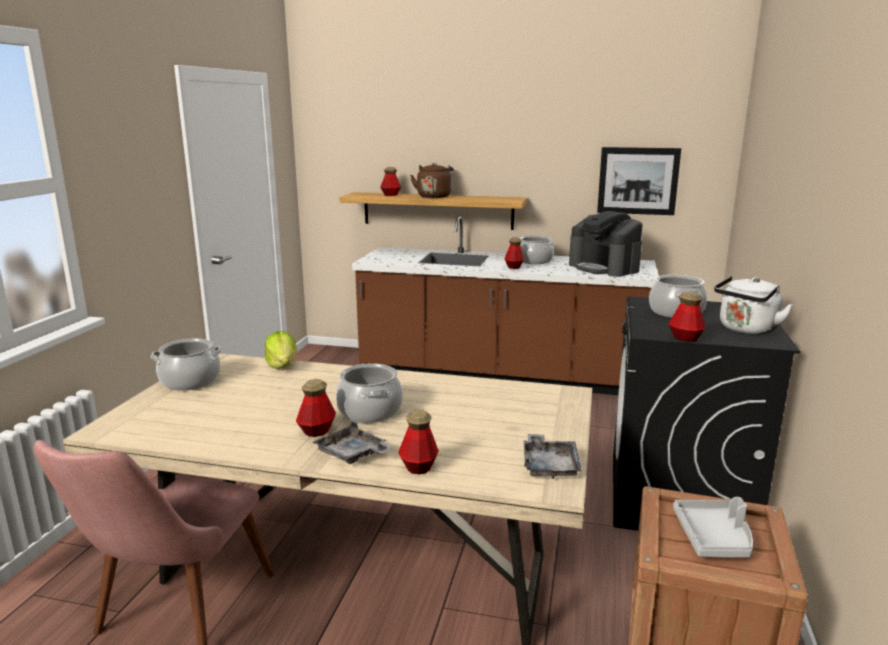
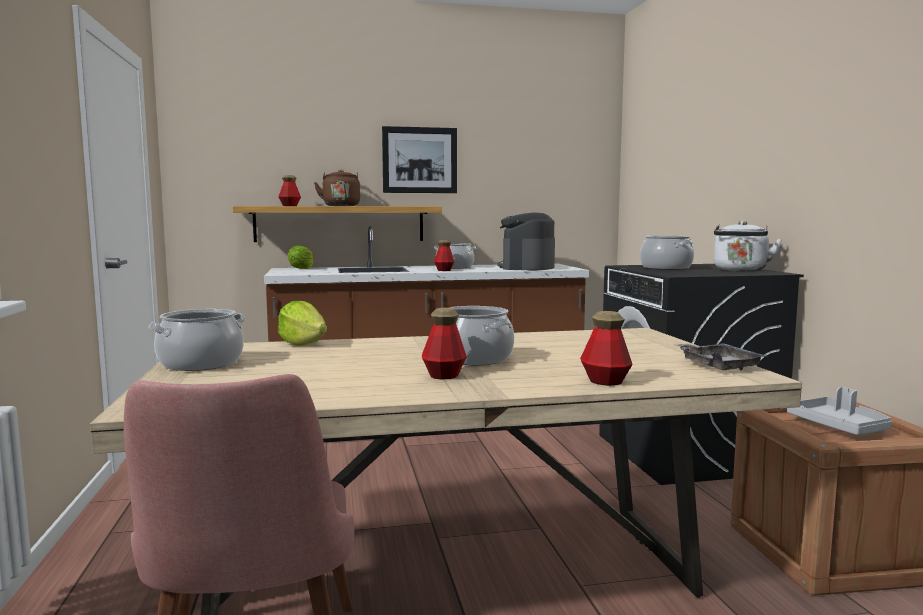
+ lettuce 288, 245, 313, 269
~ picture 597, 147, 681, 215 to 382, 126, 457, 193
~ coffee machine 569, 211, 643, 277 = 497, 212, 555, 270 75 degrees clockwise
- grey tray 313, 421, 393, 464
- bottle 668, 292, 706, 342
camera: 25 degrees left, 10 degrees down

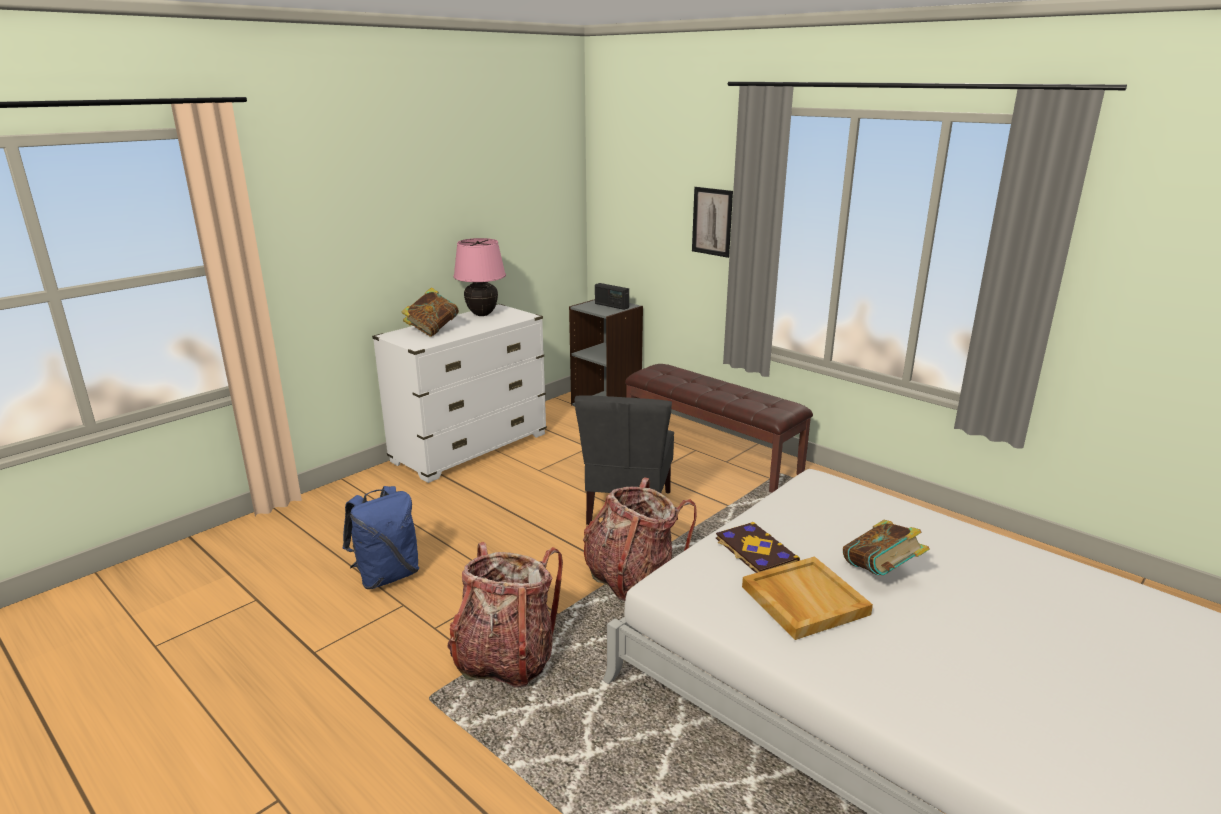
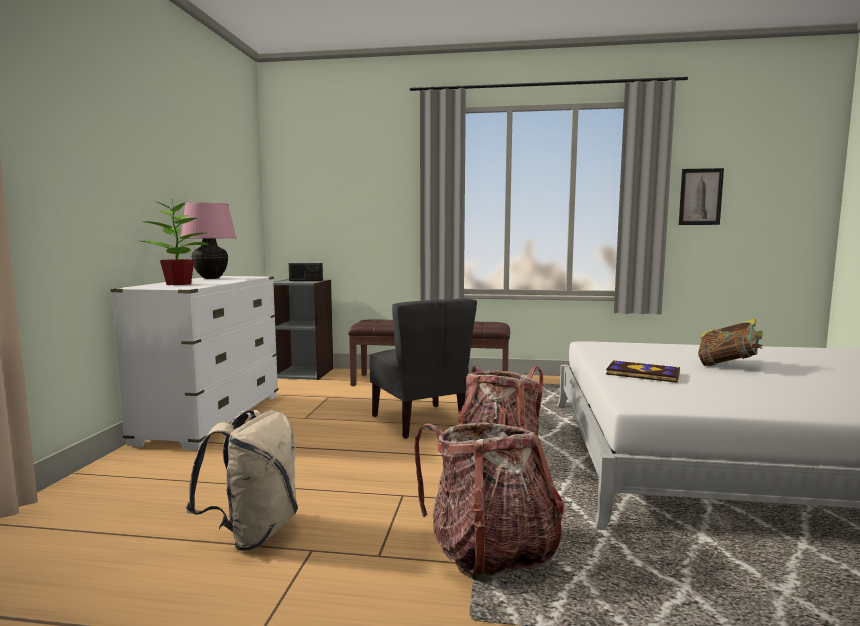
~ book 401, 287, 459, 337 to potted plant 142, 197, 209, 285
~ blue backpack 343, 486, 419, 589 to beige backpack 186, 410, 298, 551
~ picture 692, 187, 733, 258 to 679, 168, 724, 225
- beige tray 742, 557, 873, 640
camera: 35 degrees left, 15 degrees down

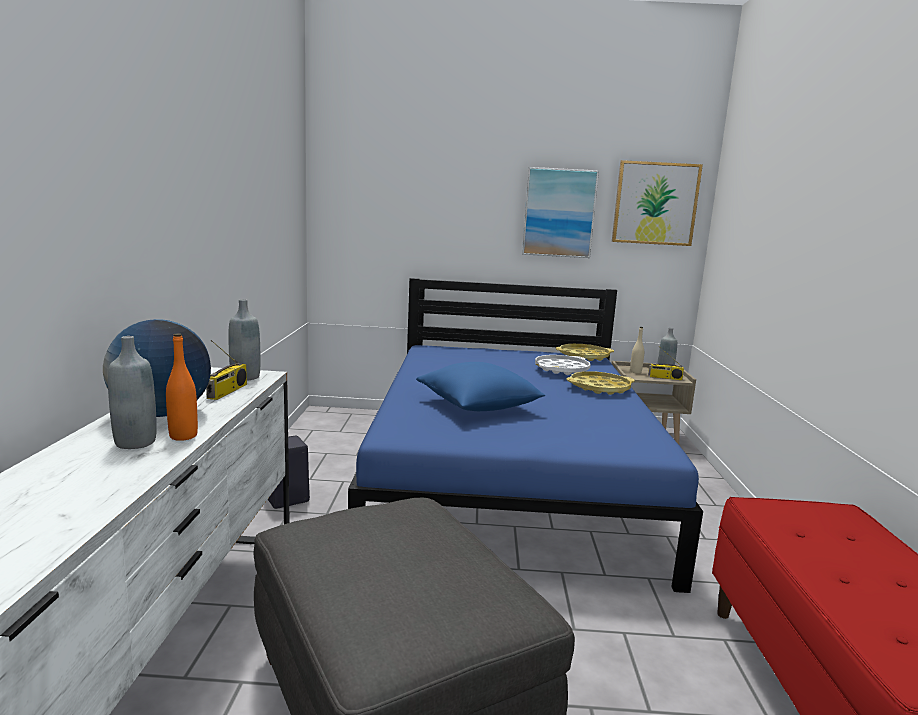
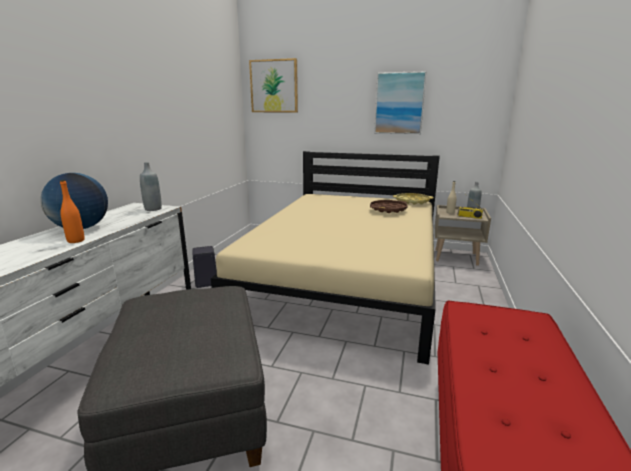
~ blue bed 348, 278, 703, 593 to beige bed 211, 151, 440, 365
~ picture 612, 160, 703, 246 to 249, 58, 298, 112
~ white tray 535, 355, 591, 375 to brown tray 370, 200, 408, 213
- grey bottle 108, 336, 157, 449
- radio 206, 340, 247, 400
- blue pillow 416, 362, 545, 411
- yellow tray 566, 371, 635, 395
camera: 15 degrees right, 5 degrees up

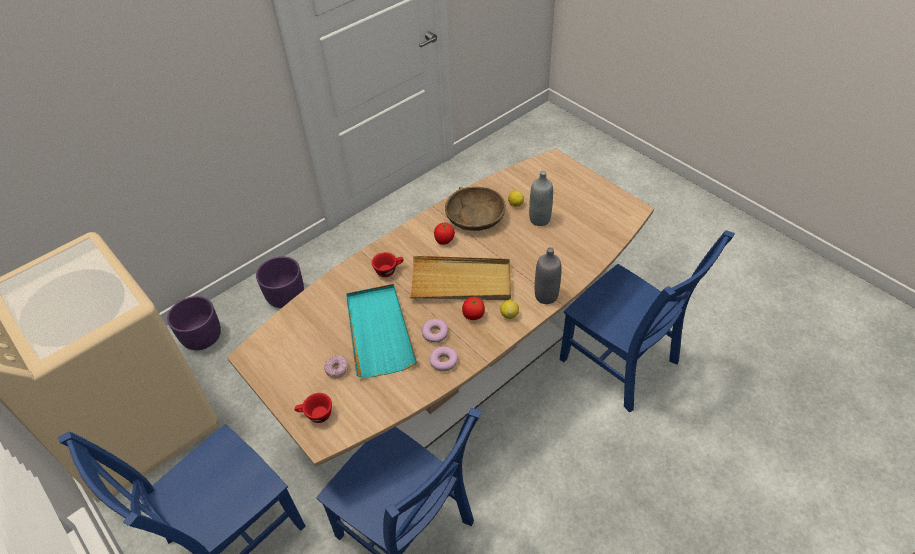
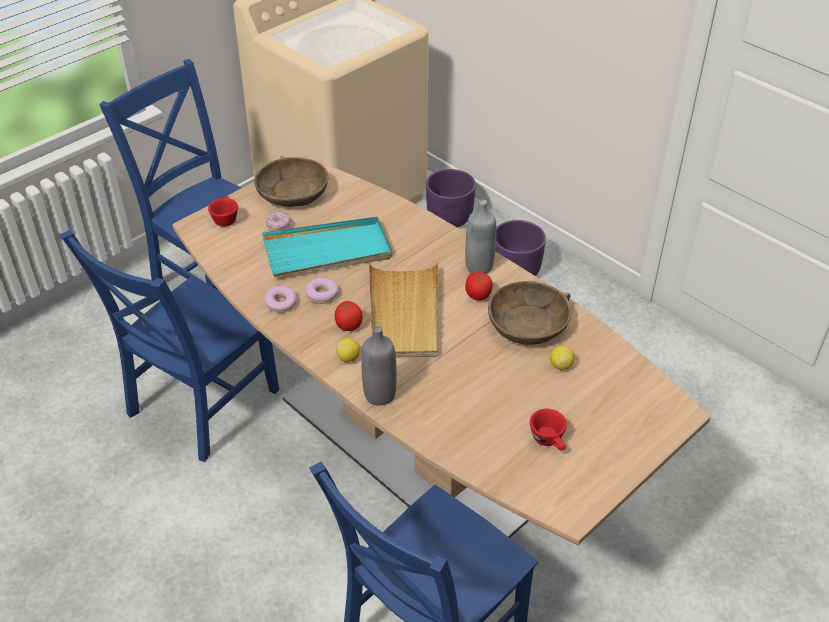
+ brown bowl 254, 156, 328, 207
~ grey bottle 529, 171, 553, 226 to 465, 200, 496, 274
~ red cup 372, 252, 404, 277 to 530, 409, 567, 450
camera: 85 degrees right, 5 degrees down

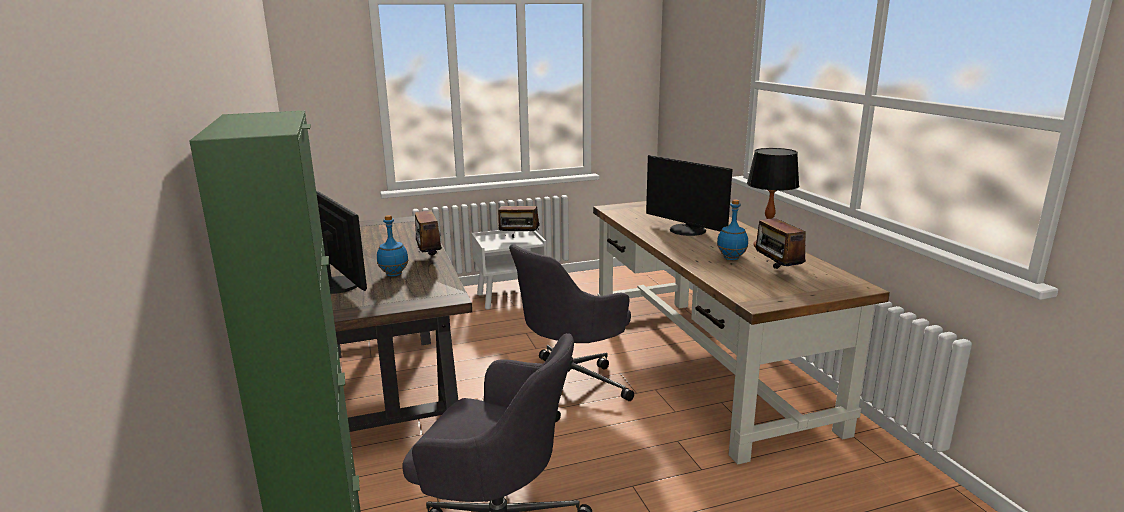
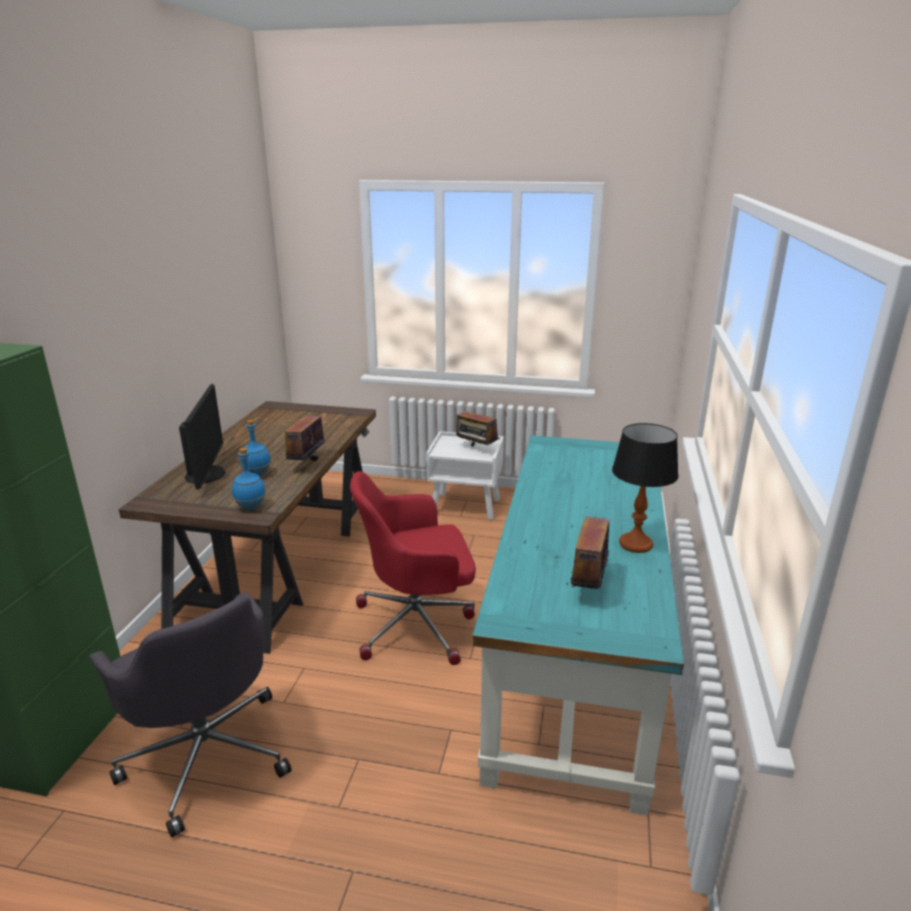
~ blue bottle 717, 200, 748, 260 to 232, 448, 266, 510
~ grey office chair 509, 244, 634, 422 to red office chair 350, 471, 476, 665
~ brown desk 593, 201, 890, 465 to turquoise desk 472, 435, 684, 815
- monitor 646, 155, 733, 236
camera: 30 degrees right, 5 degrees up

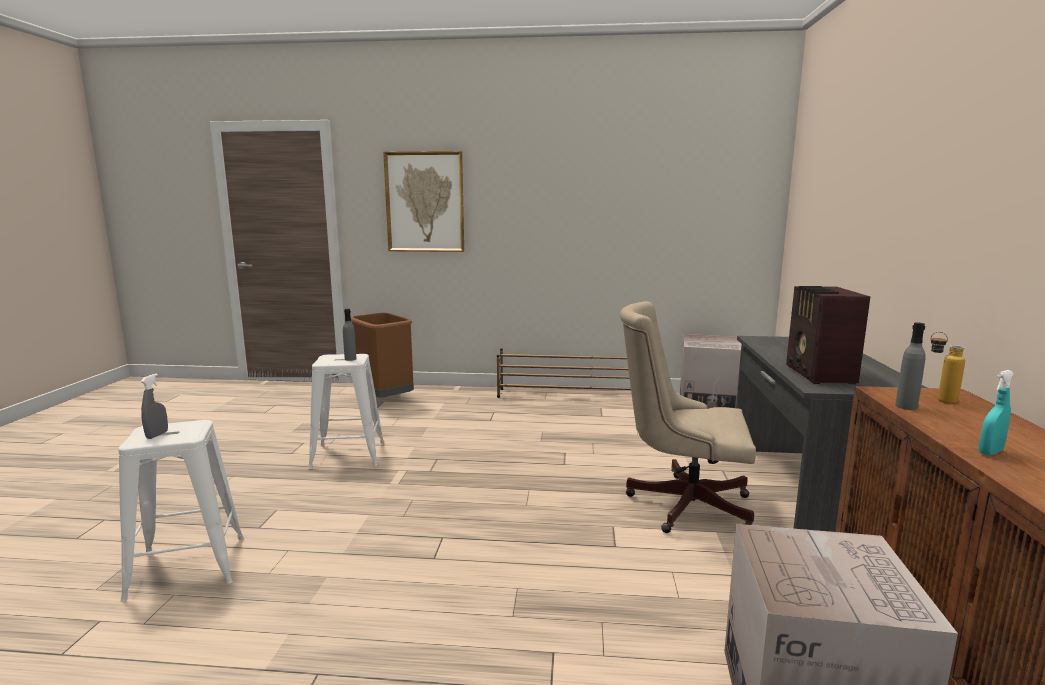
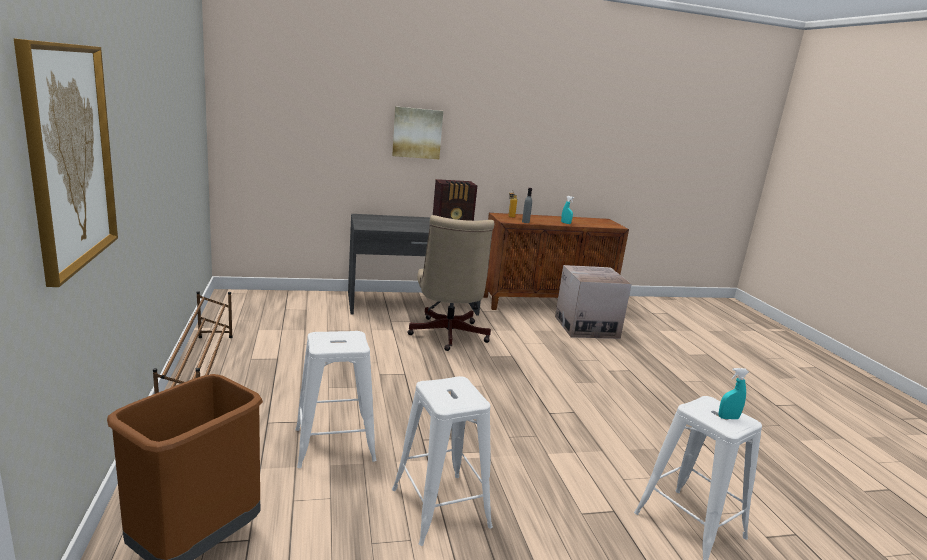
+ white stool 295, 331, 376, 468
+ picture 392, 106, 443, 159
~ grey spray bottle 140, 373, 168, 439 to turquoise spray bottle 719, 368, 749, 419
- grey bottle 343, 309, 357, 361
- cardboard box 680, 334, 741, 409
camera: 110 degrees left, 5 degrees up

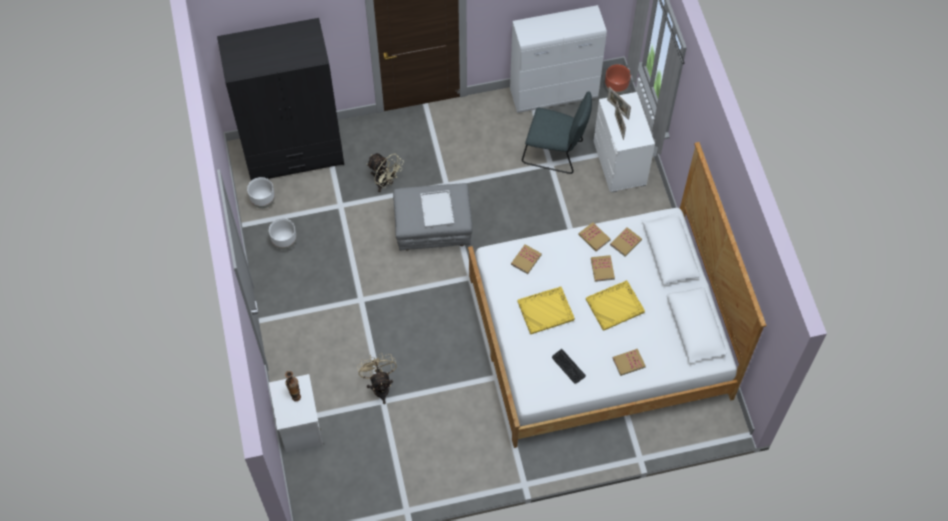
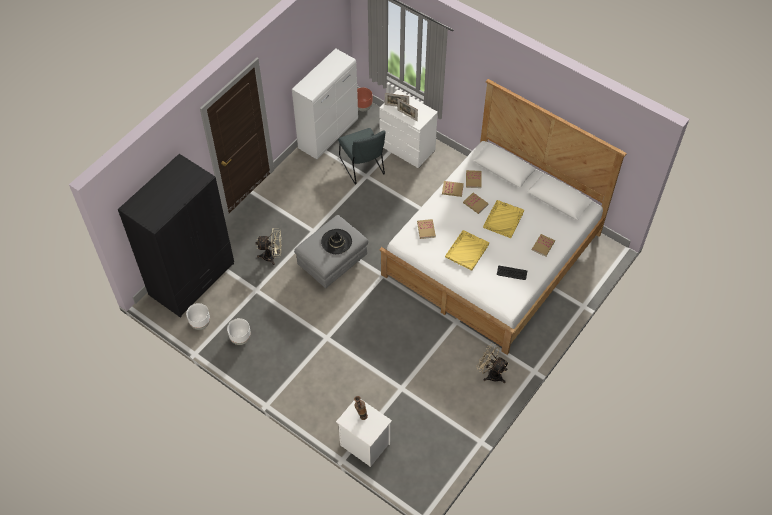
~ white tray 420, 190, 454, 228 to black hat 321, 229, 352, 254
~ grey chair 522, 91, 592, 174 = 338, 128, 386, 184 90 degrees clockwise
~ beige fan 357, 353, 397, 404 to 476, 343, 509, 383
camera: 40 degrees left, 5 degrees down

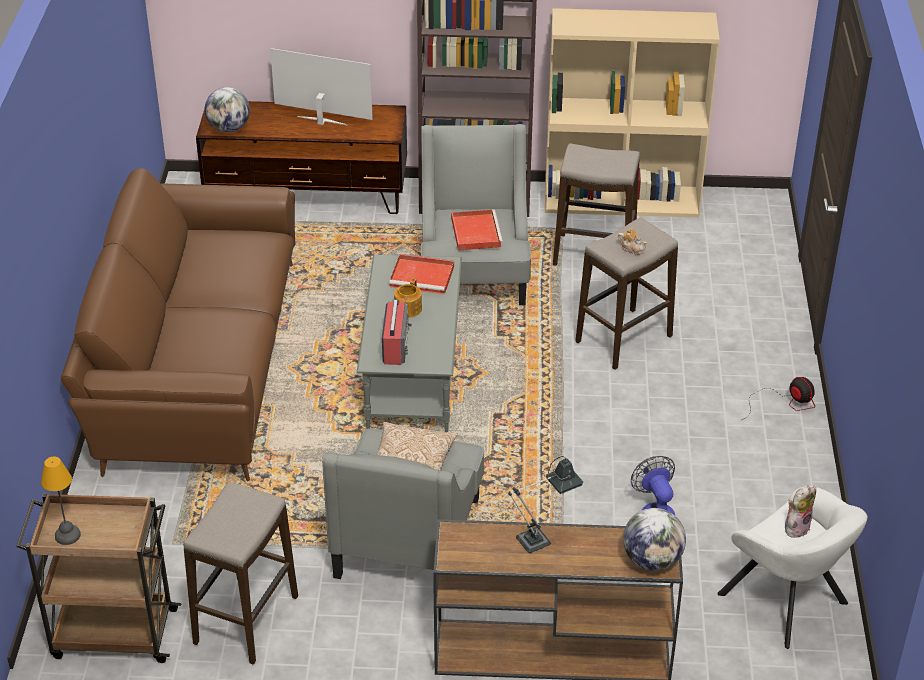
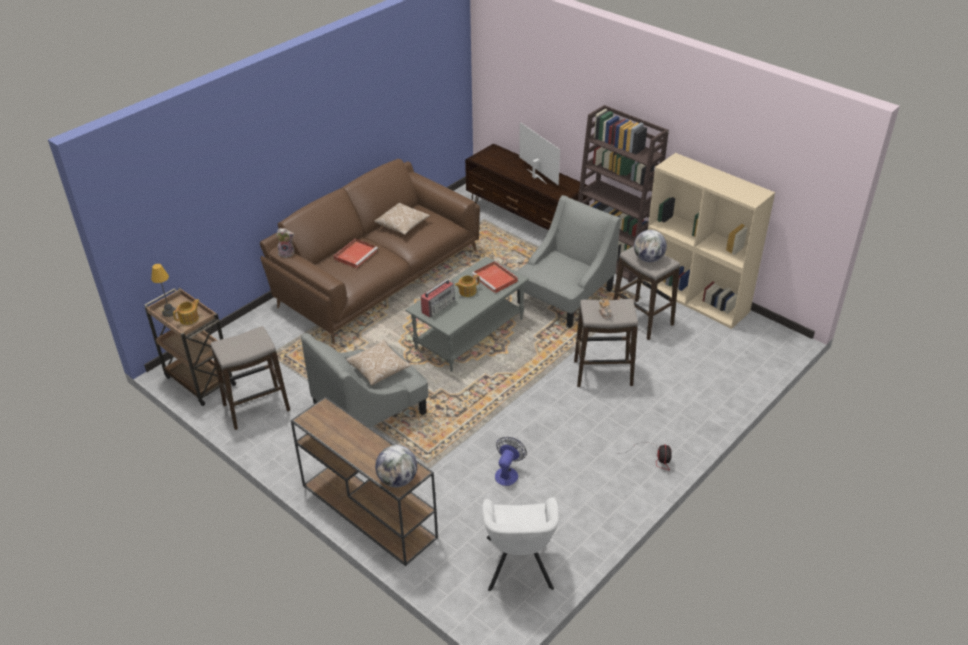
+ teapot 173, 299, 200, 325
~ plush toy 785, 485, 816, 538 to 276, 228, 294, 258
~ red tray 451, 210, 503, 250 to 334, 239, 378, 268
+ pillow 374, 203, 430, 235
~ globe 205, 87, 250, 133 to 634, 230, 667, 262
- table lamp 508, 456, 583, 553
camera: 40 degrees right, 0 degrees up

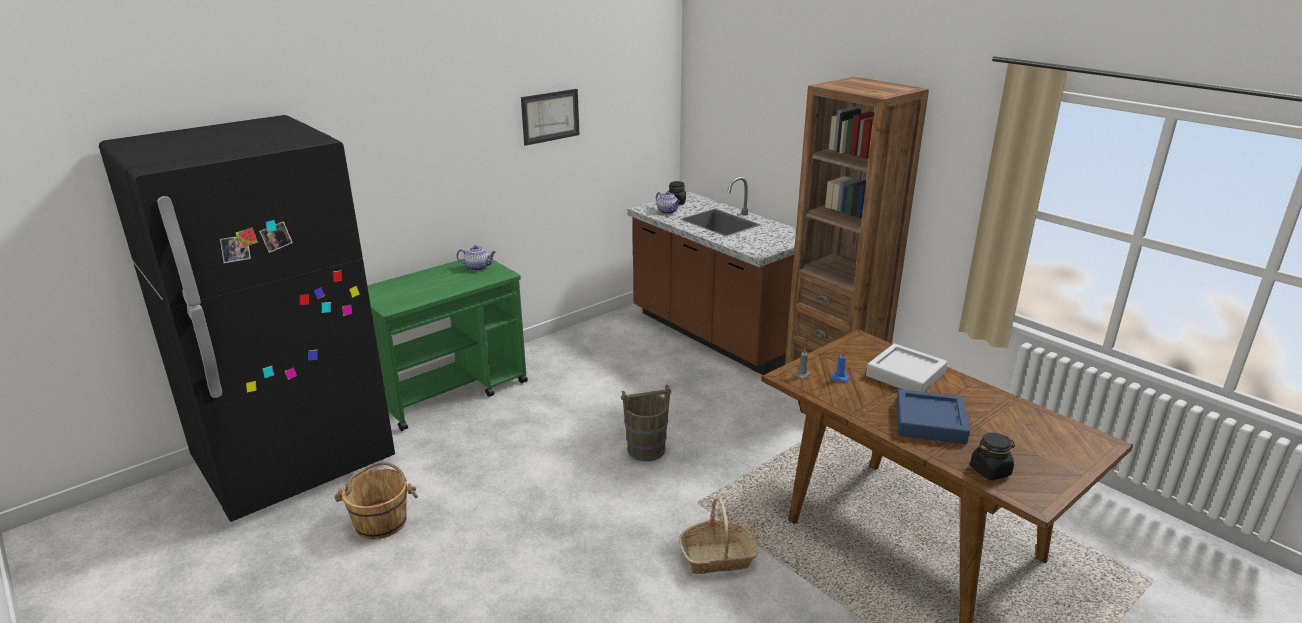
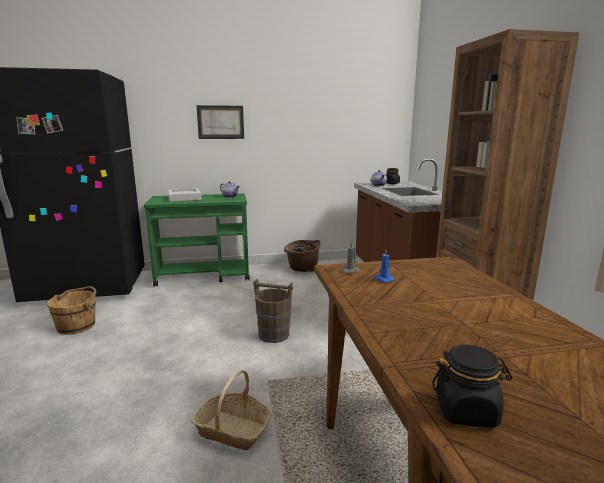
~ grey tray 866, 343, 947, 392 to 168, 188, 201, 202
~ picture 521, 89, 579, 146 to 196, 105, 244, 139
+ basket 284, 240, 321, 272
- blue tray 896, 389, 970, 444
camera: 30 degrees right, 10 degrees down

